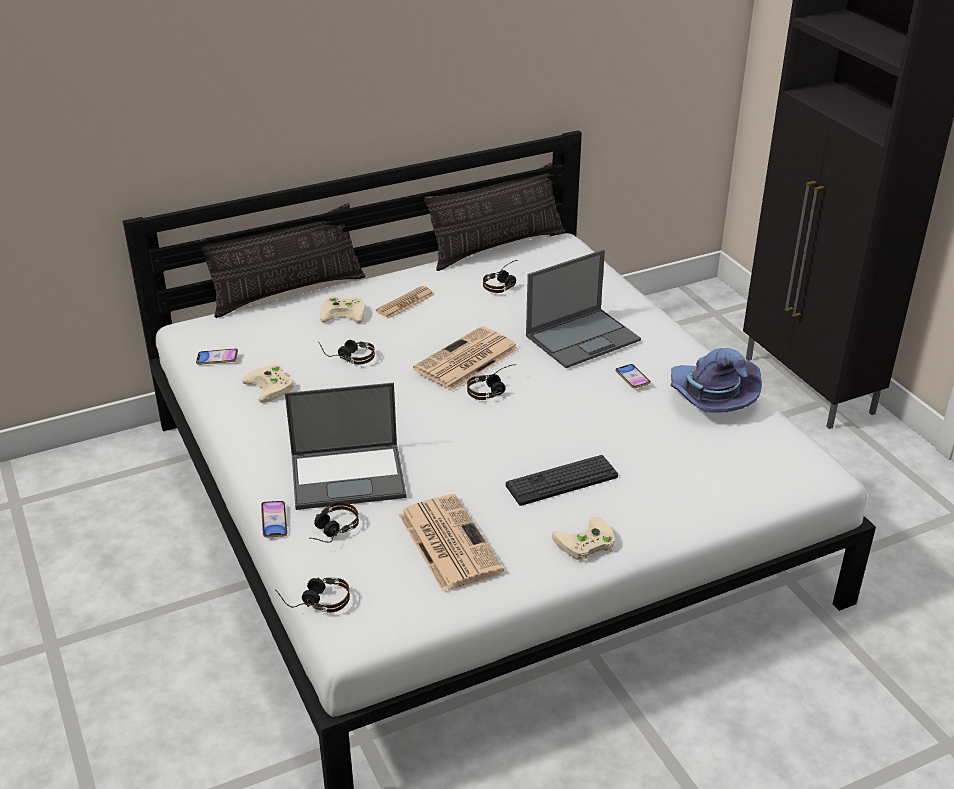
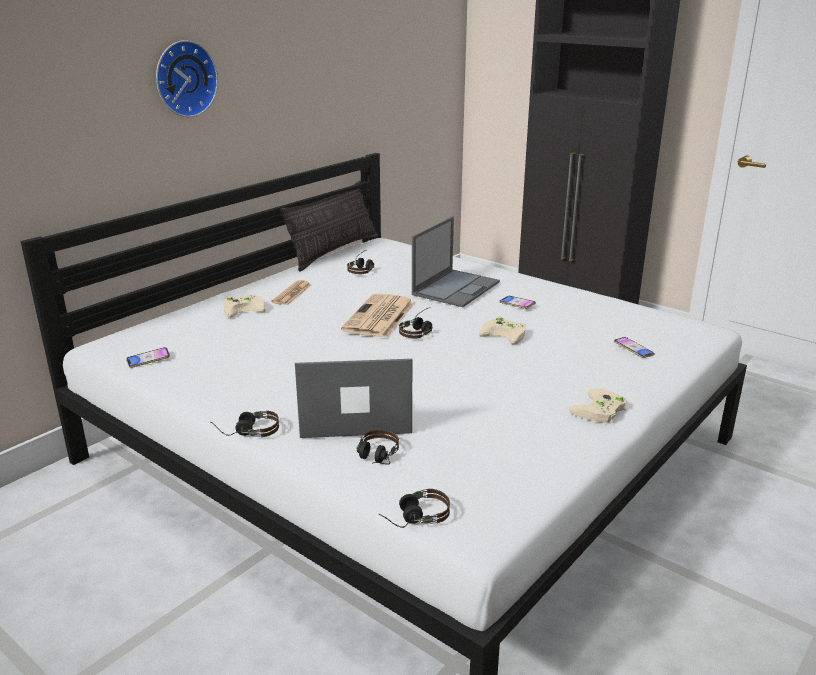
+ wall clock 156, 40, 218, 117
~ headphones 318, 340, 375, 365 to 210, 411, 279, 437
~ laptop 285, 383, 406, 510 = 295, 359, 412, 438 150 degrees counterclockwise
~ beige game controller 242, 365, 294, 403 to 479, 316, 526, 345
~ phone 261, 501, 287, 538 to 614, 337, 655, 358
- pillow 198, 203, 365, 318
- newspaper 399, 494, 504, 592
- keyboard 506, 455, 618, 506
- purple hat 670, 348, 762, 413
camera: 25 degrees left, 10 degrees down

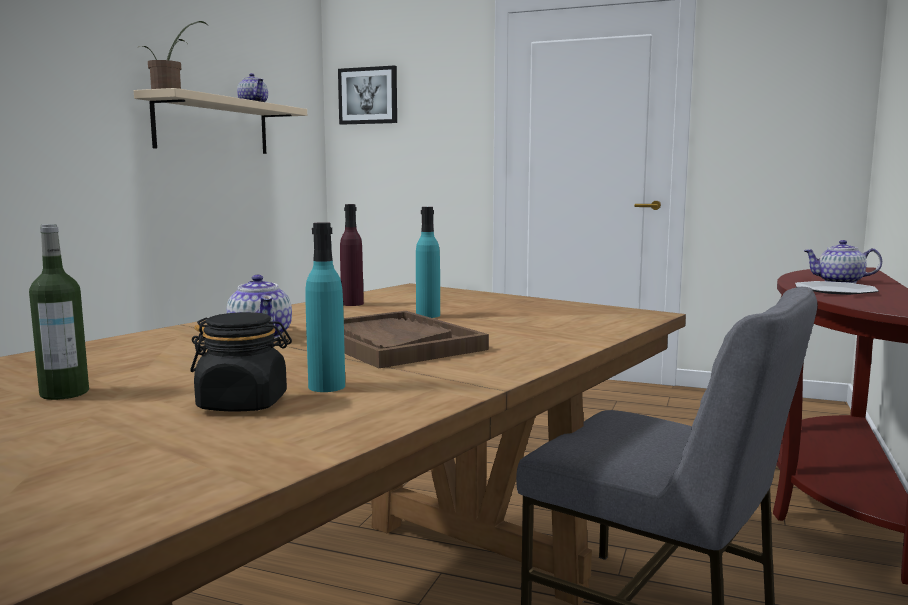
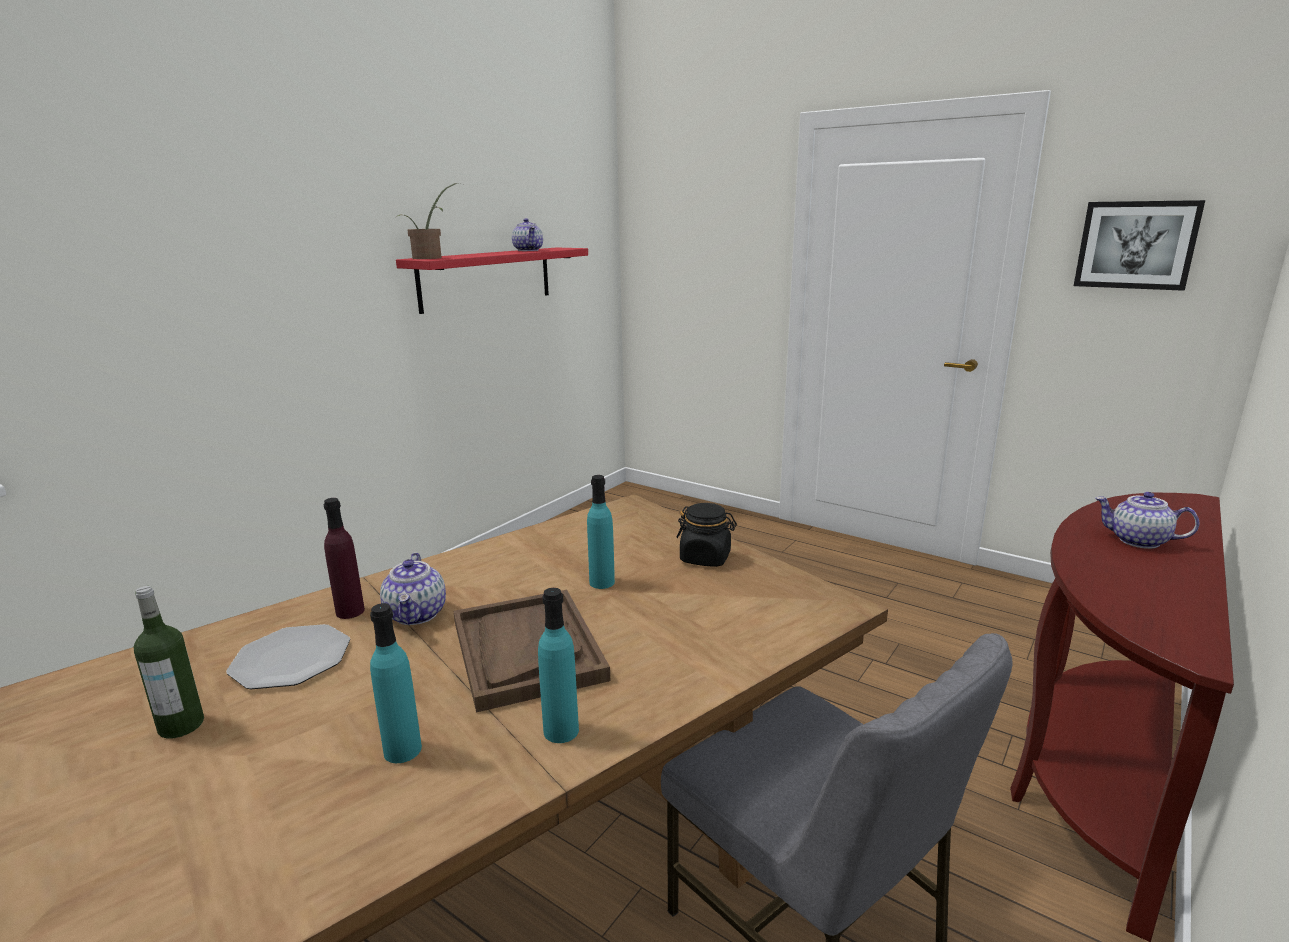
~ plate 795, 281, 879, 295 to 226, 624, 350, 689
~ purple bottle 340, 204, 364, 306 to 324, 498, 365, 619
~ beige shelf 134, 88, 307, 154 to red shelf 396, 248, 588, 314
+ turquoise bottle 538, 588, 579, 743
~ black jar 190, 312, 292, 411 to 676, 503, 737, 567
~ picture 338, 65, 397, 125 to 1074, 200, 1205, 291
camera: 15 degrees right, 10 degrees up

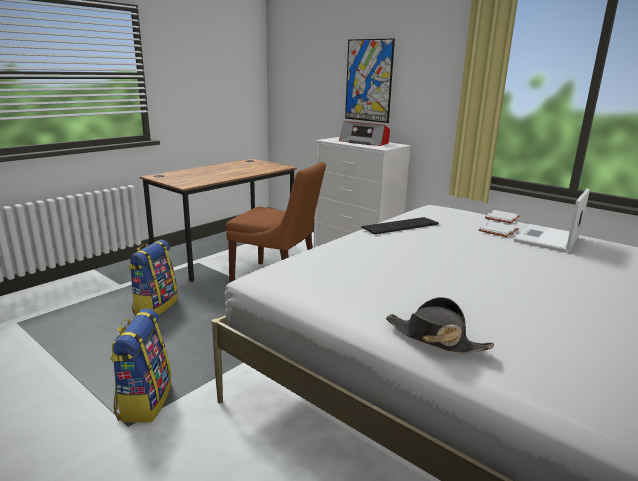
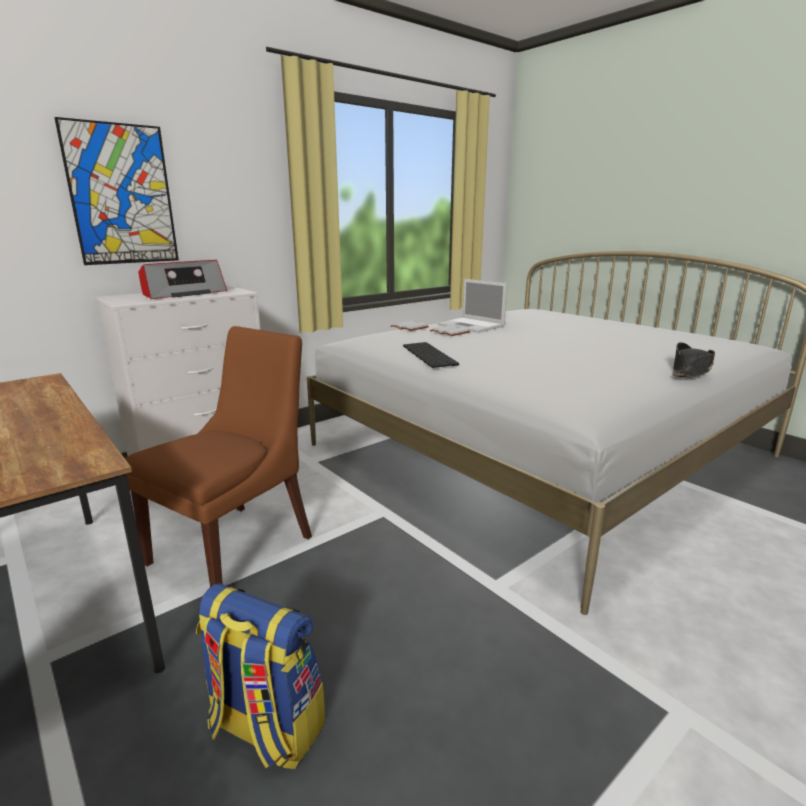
- backpack 110, 308, 171, 423
camera: 80 degrees left, 0 degrees up

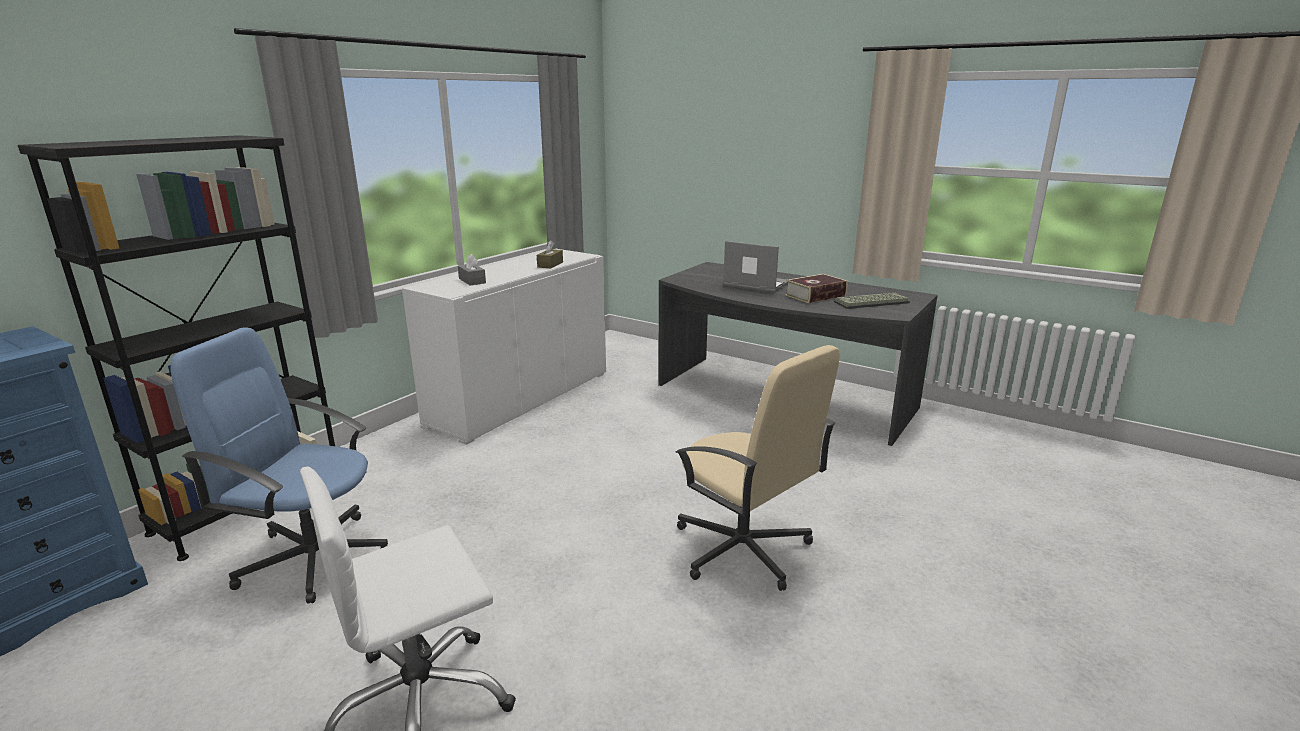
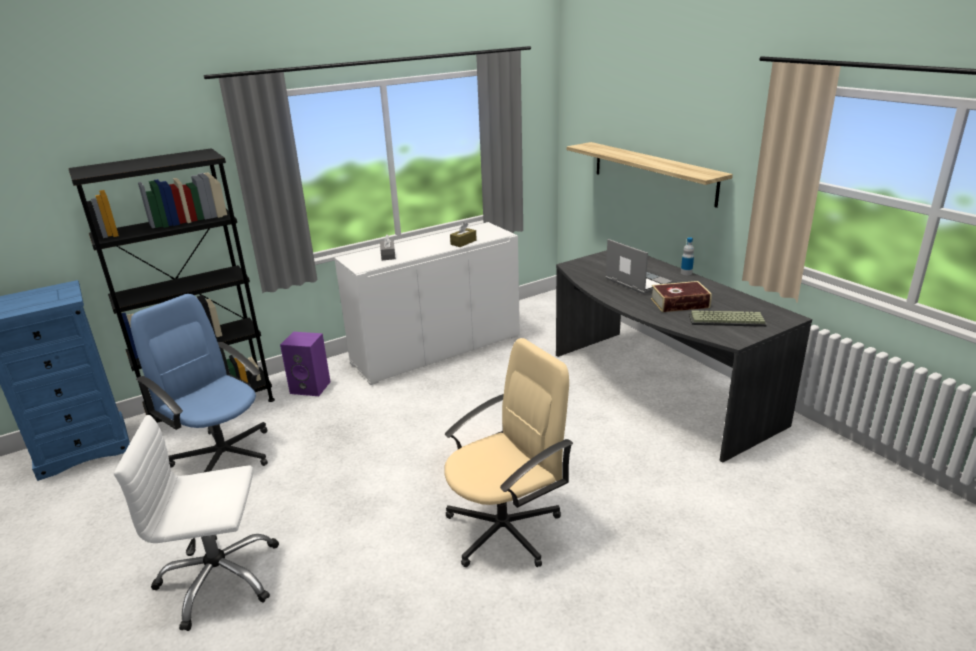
+ purple speaker 280, 332, 331, 396
~ beige office chair 675, 345, 840, 591 = 444, 338, 573, 567 105 degrees counterclockwise
+ shelf 567, 142, 733, 208
+ bottle 681, 237, 694, 275
camera: 25 degrees right, 5 degrees up

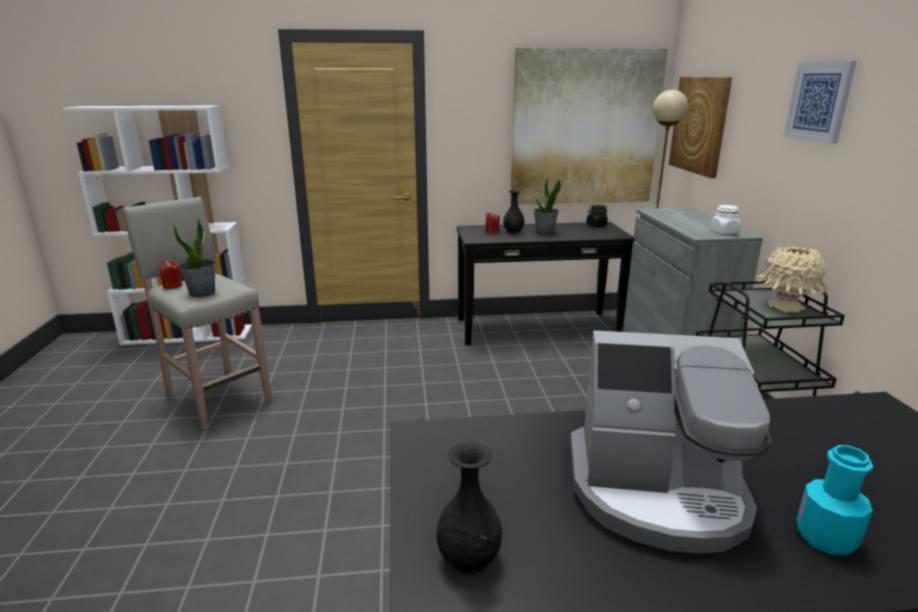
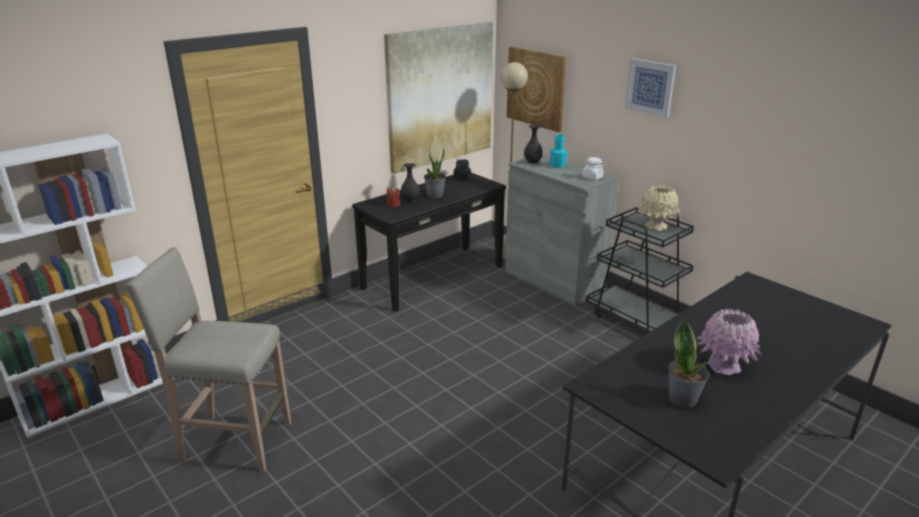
~ black vase 436, 442, 502, 575 to 524, 125, 543, 164
~ turquoise bottle 797, 445, 873, 555 to 549, 134, 568, 168
~ potted plant 173, 218, 216, 297 to 668, 319, 709, 408
~ coffee machine 570, 330, 772, 554 to pink vase 697, 309, 762, 375
- red candle 158, 261, 183, 289
camera: 35 degrees left, 5 degrees up

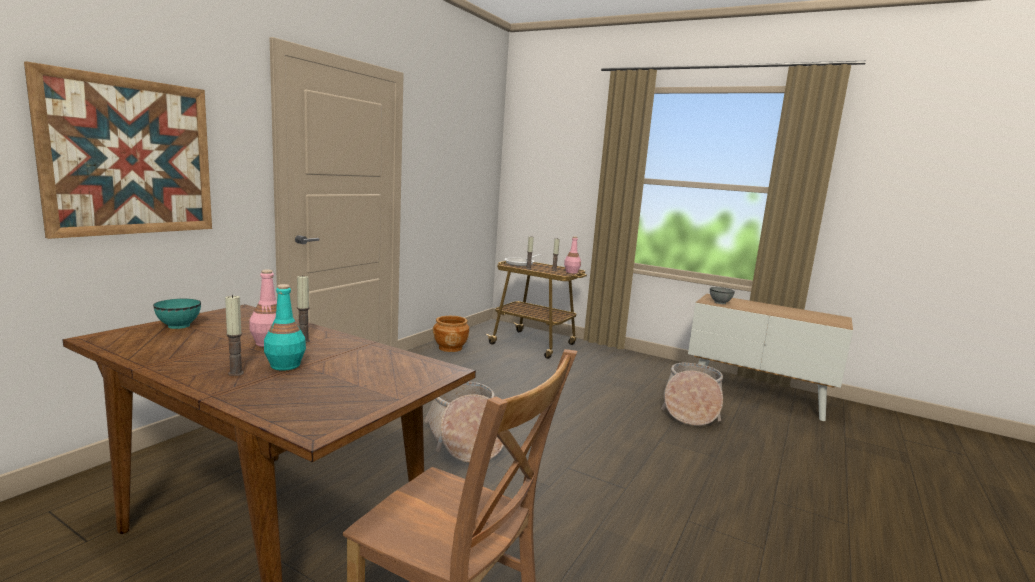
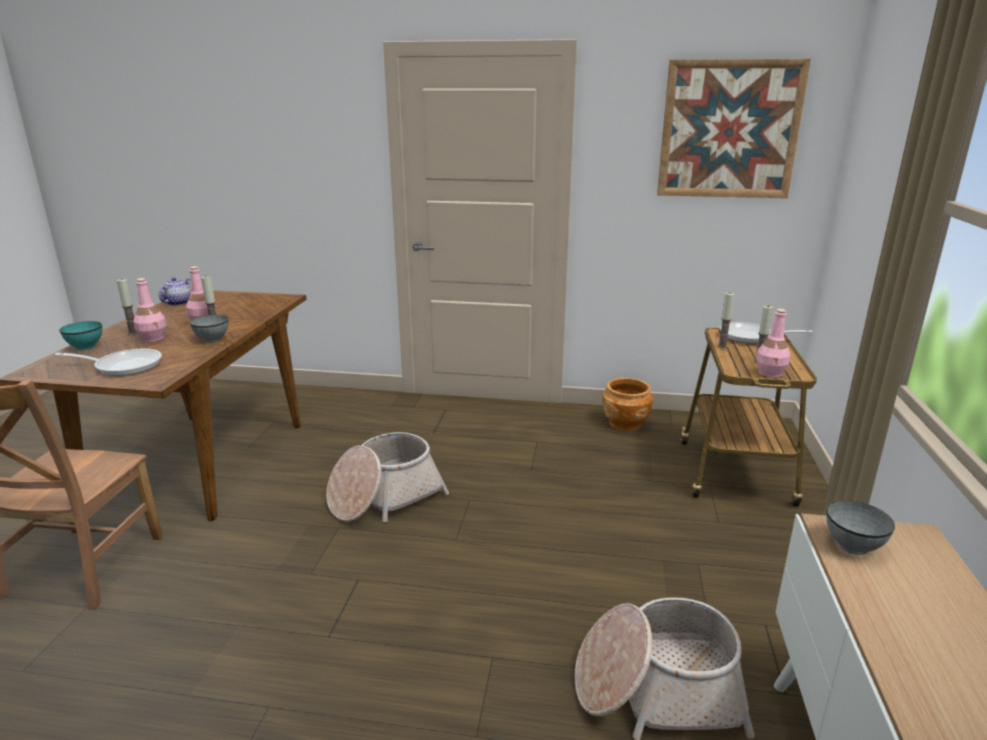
+ frying pan 55, 349, 162, 376
~ turquoise bowl 153, 299, 201, 329 to 59, 321, 102, 350
~ turquoise bottle 264, 284, 306, 371 to pink bottle 133, 278, 167, 342
+ teapot 159, 277, 191, 306
+ grey bowl 190, 315, 229, 343
~ picture 24, 62, 212, 239 to 657, 59, 811, 198
camera: 70 degrees right, 10 degrees up

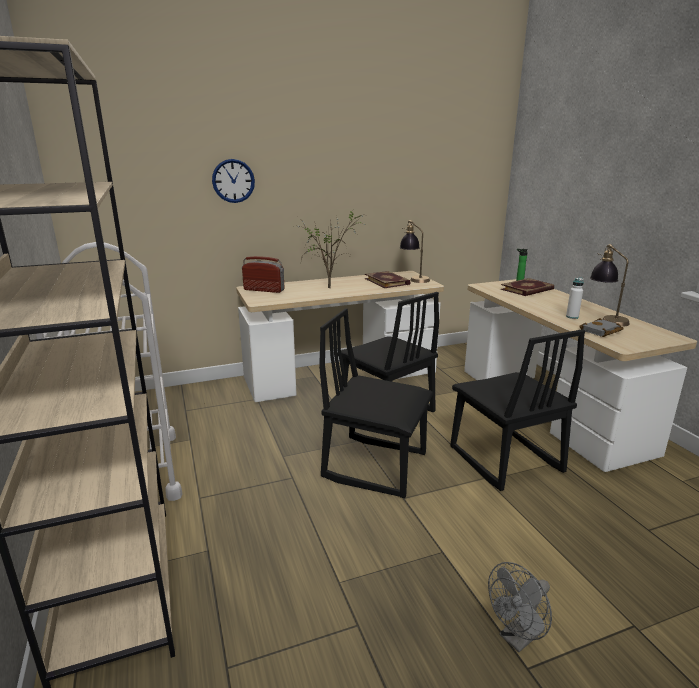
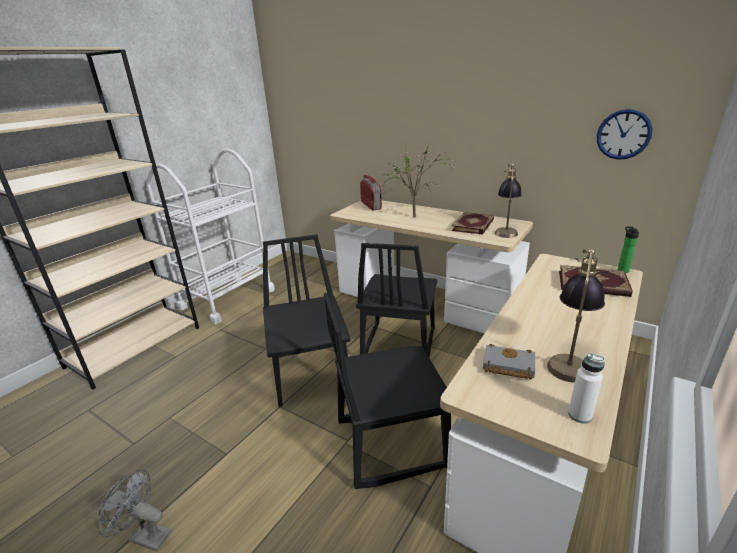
~ black chair 451, 329, 585, 491 = 324, 293, 451, 489 45 degrees clockwise
~ white bottle 566, 278, 584, 319 to 568, 353, 605, 423
~ wall clock 212, 159, 255, 203 to 597, 109, 652, 160
camera: 55 degrees right, 5 degrees up

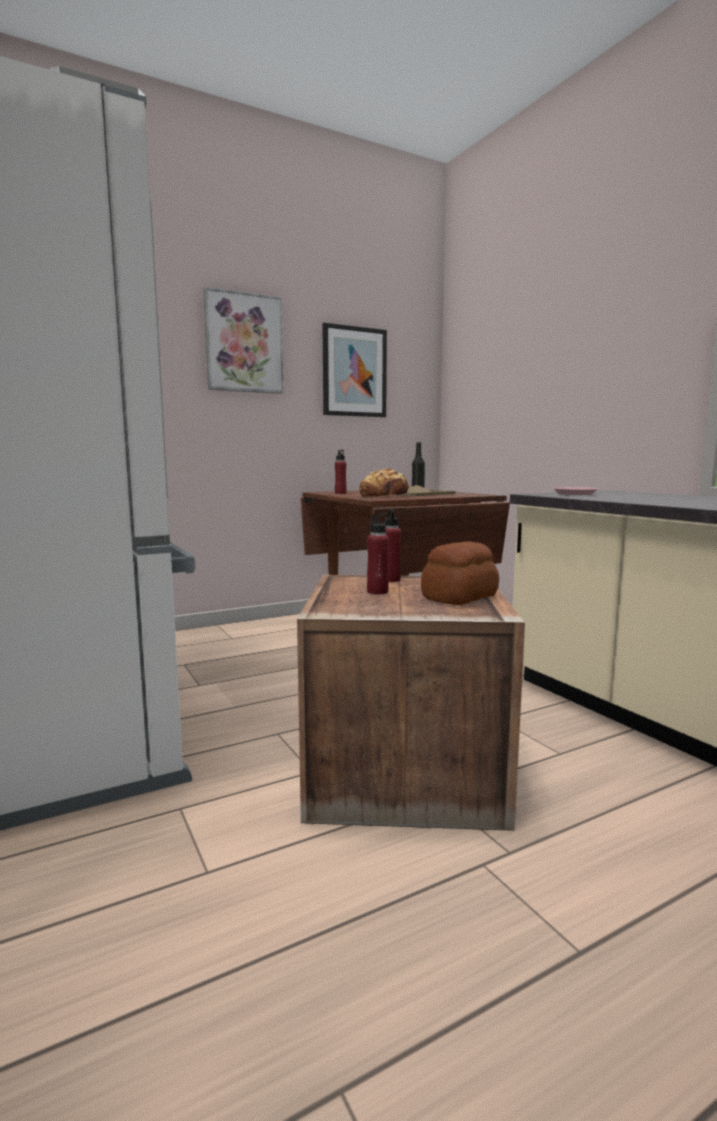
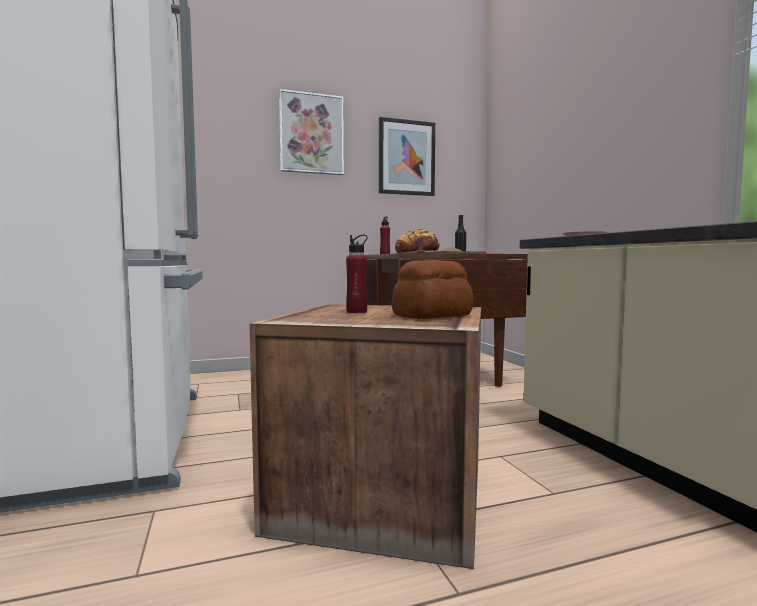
- red bottle 385, 509, 401, 582
camera: 10 degrees right, 5 degrees down

